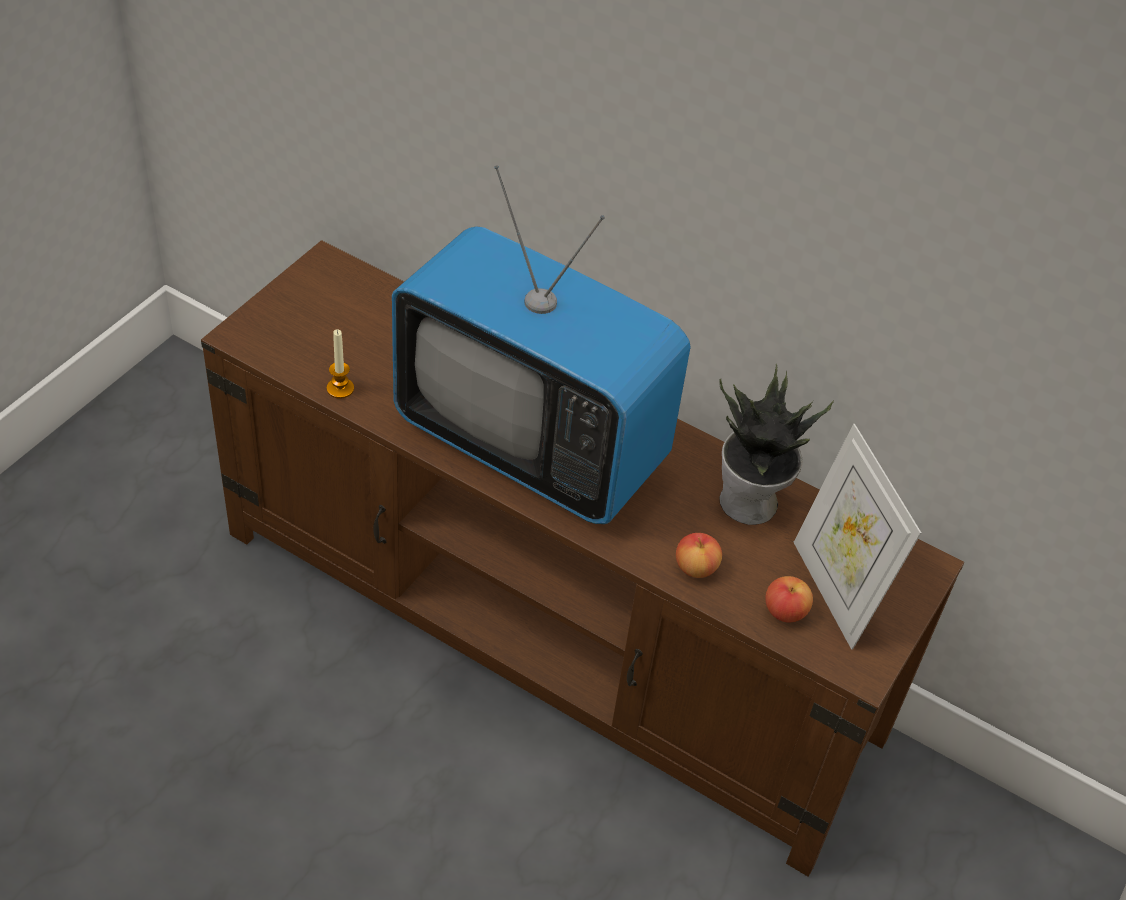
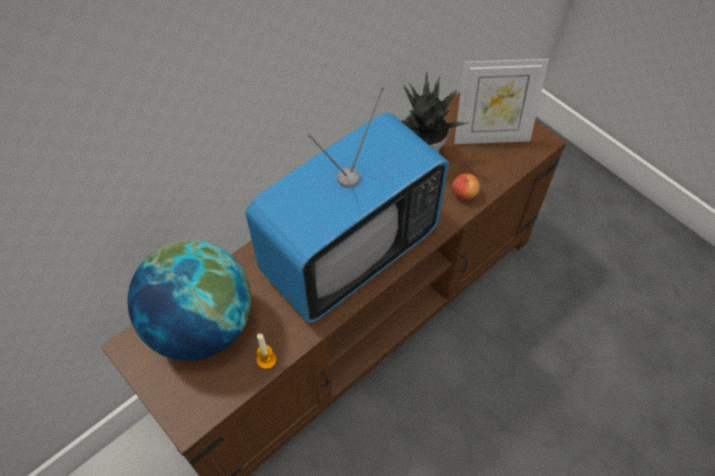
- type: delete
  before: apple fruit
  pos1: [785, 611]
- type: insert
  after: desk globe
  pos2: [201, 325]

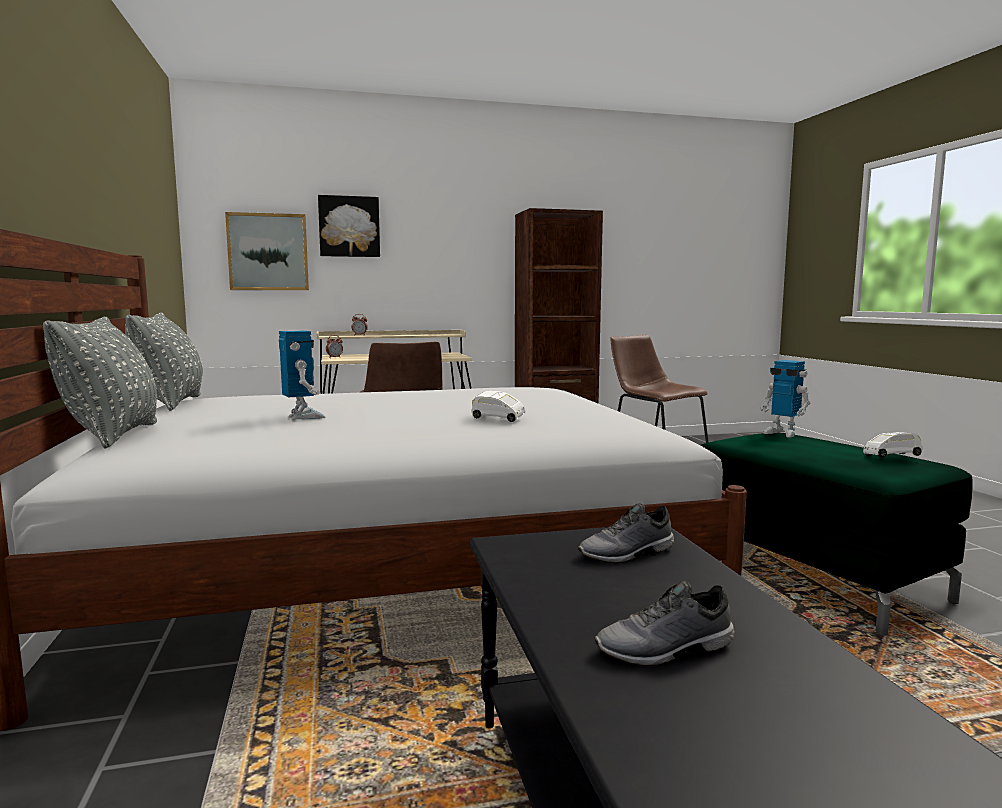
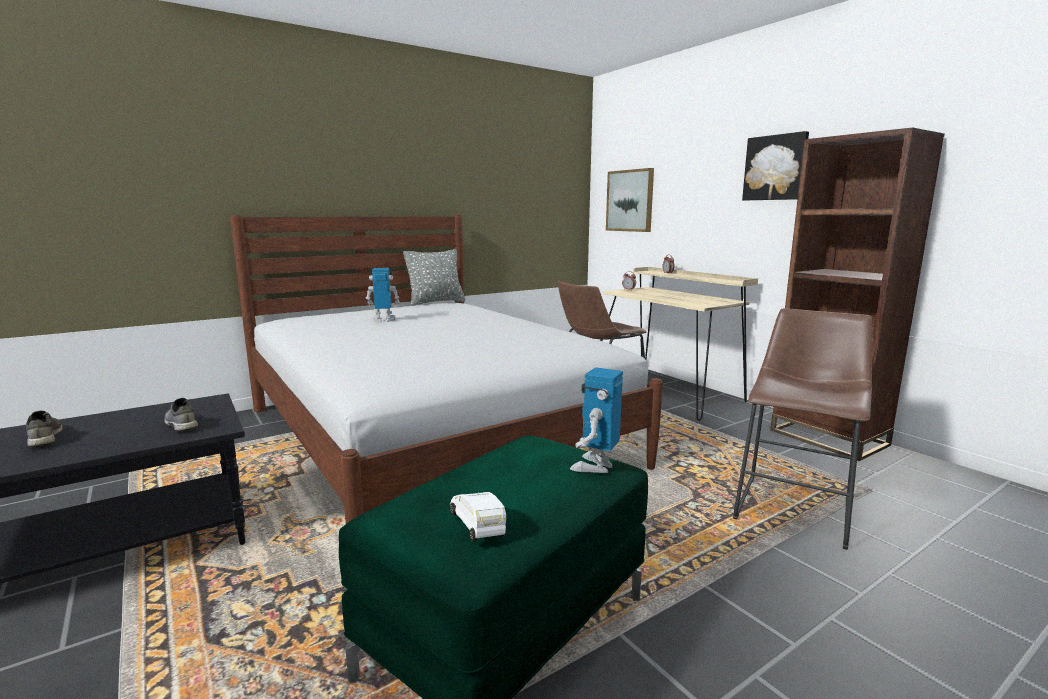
- type: delete
  before: gray throw pillow
  pos1: [113, 435]
- type: delete
  before: white toy car
  pos1: [497, 419]
- type: move
  before: wall picture
  pos1: [349, 226]
  pos2: [775, 168]
- type: rotate
  before: model robot
  pos1: [303, 417]
  pos2: [384, 320]
  turn: -135

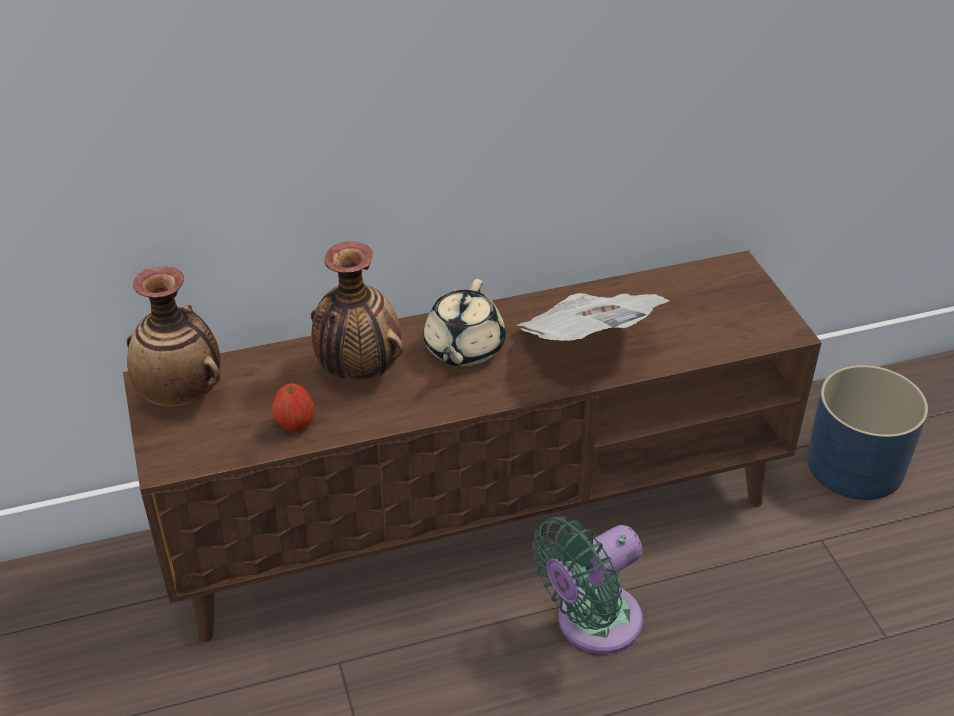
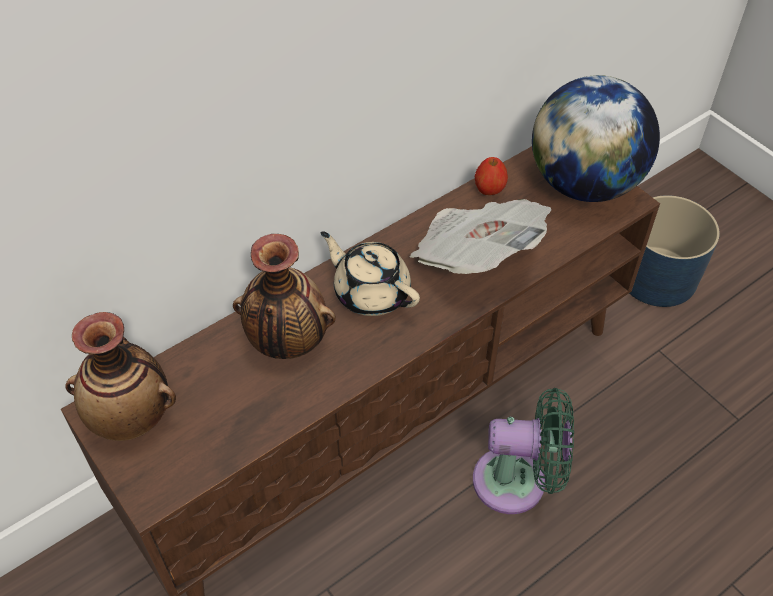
- type: insert
  after: desk globe
  pos2: [584, 184]
- type: move
  before: apple fruit
  pos1: [295, 425]
  pos2: [489, 190]
- type: rotate
  before: sand-coloured pot for tea
  pos1: [463, 349]
  pos2: [371, 292]
  turn: 135
- type: rotate
  before: green fan
  pos1: [591, 623]
  pos2: [517, 482]
  turn: -120

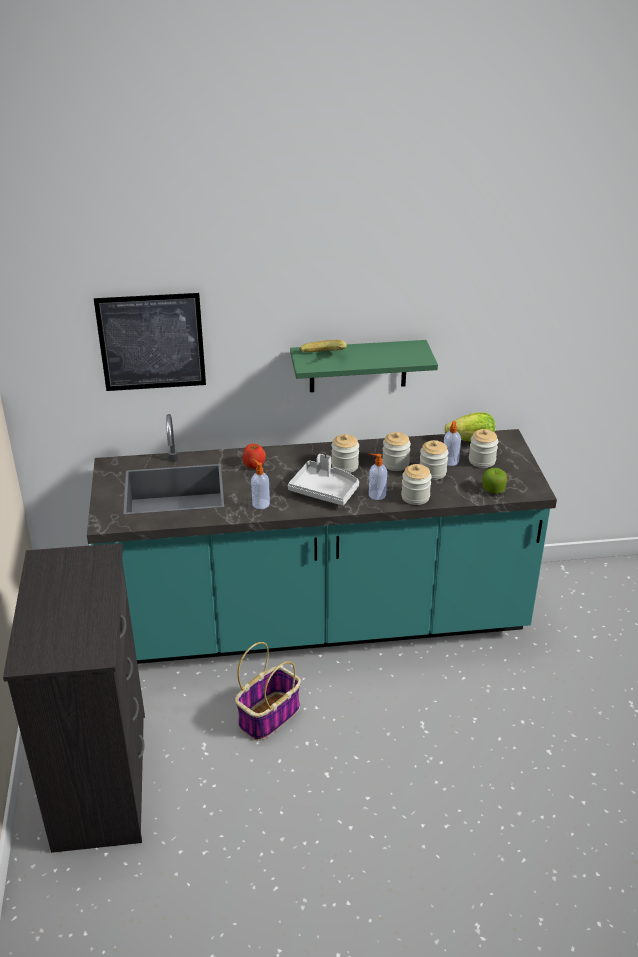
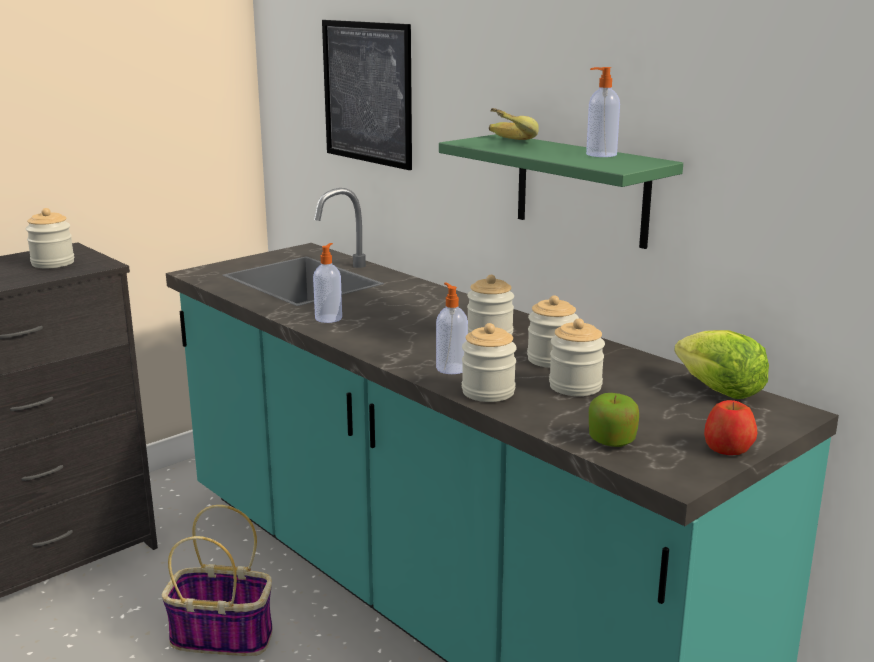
- type: delete
  before: gray tray
  pos1: [324, 490]
- type: move
  before: apple fruit
  pos1: [254, 464]
  pos2: [728, 448]
- type: move
  before: soap bottle
  pos1: [450, 461]
  pos2: [600, 154]
- type: move
  before: preserve jar
  pos1: [482, 461]
  pos2: [53, 263]

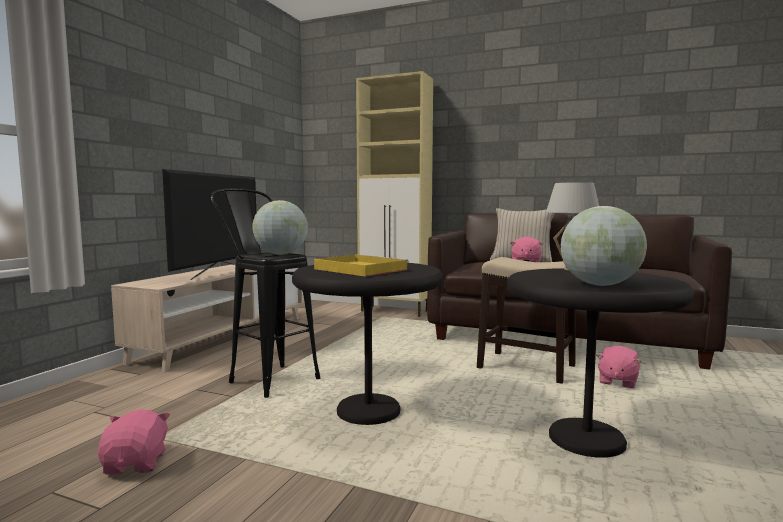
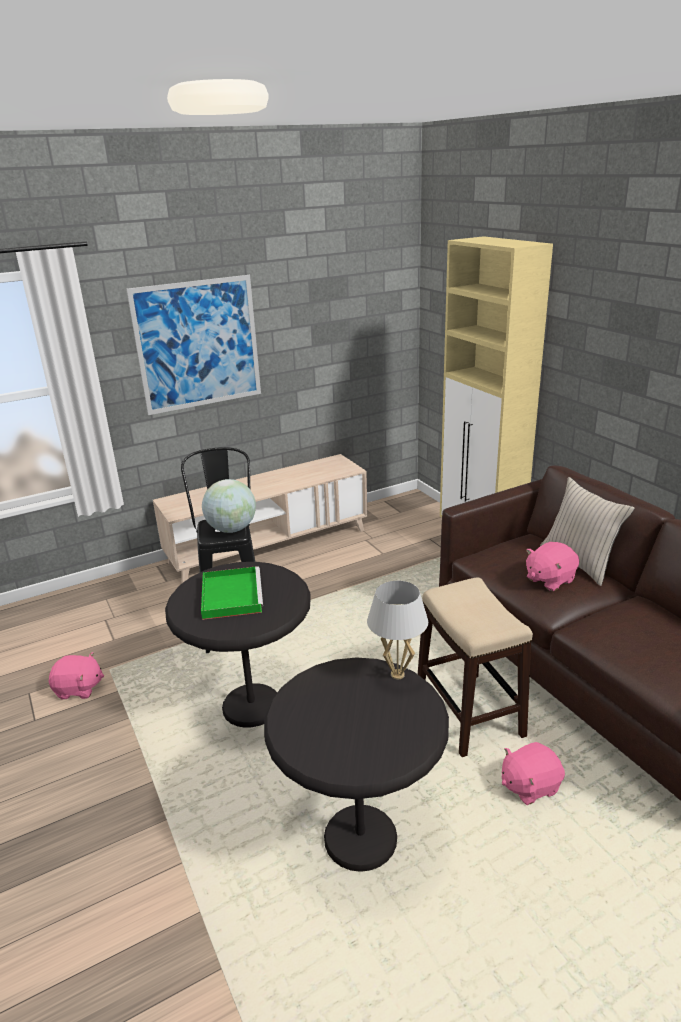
- type: delete
  before: TV set
  pos1: [218, 273]
- type: delete
  before: desk globe
  pos1: [599, 285]
- type: insert
  after: wall picture
  pos2: [198, 344]
- type: recolor
  before: yellow tray
  after: green tray
  pos1: [359, 269]
  pos2: [231, 595]
- type: rotate
  before: pinkish soft toy
  pos1: [136, 464]
  pos2: [79, 689]
  turn: 60

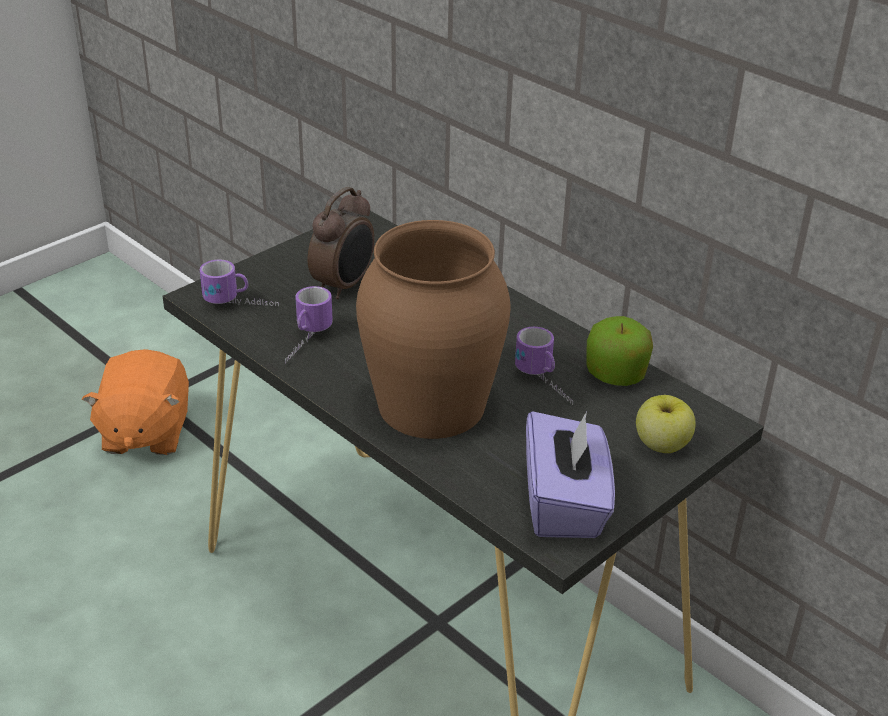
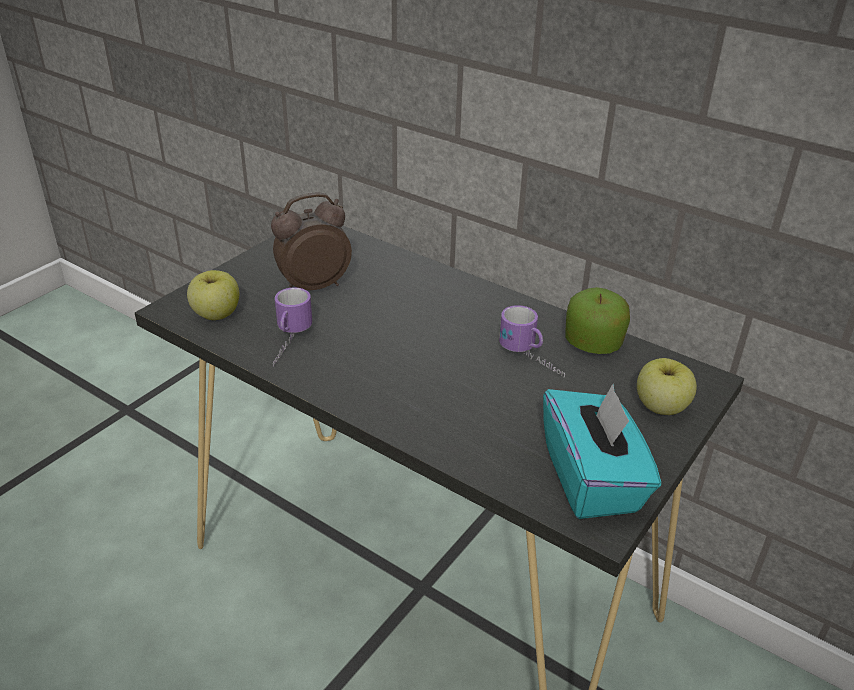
- type: delete
  before: orange-coloured soft toy
  pos1: [145, 432]
- type: delete
  before: brownish vase
  pos1: [433, 404]
- type: replace
  before: mug
  after: apple fruit
  pos1: [241, 305]
  pos2: [216, 314]
- type: recolor
  before: purple tissue holder
  after: turquoise-coloured tissue holder
  pos1: [565, 504]
  pos2: [592, 479]
- type: rotate
  before: bedside clock
  pos1: [344, 286]
  pos2: [313, 286]
  turn: -135

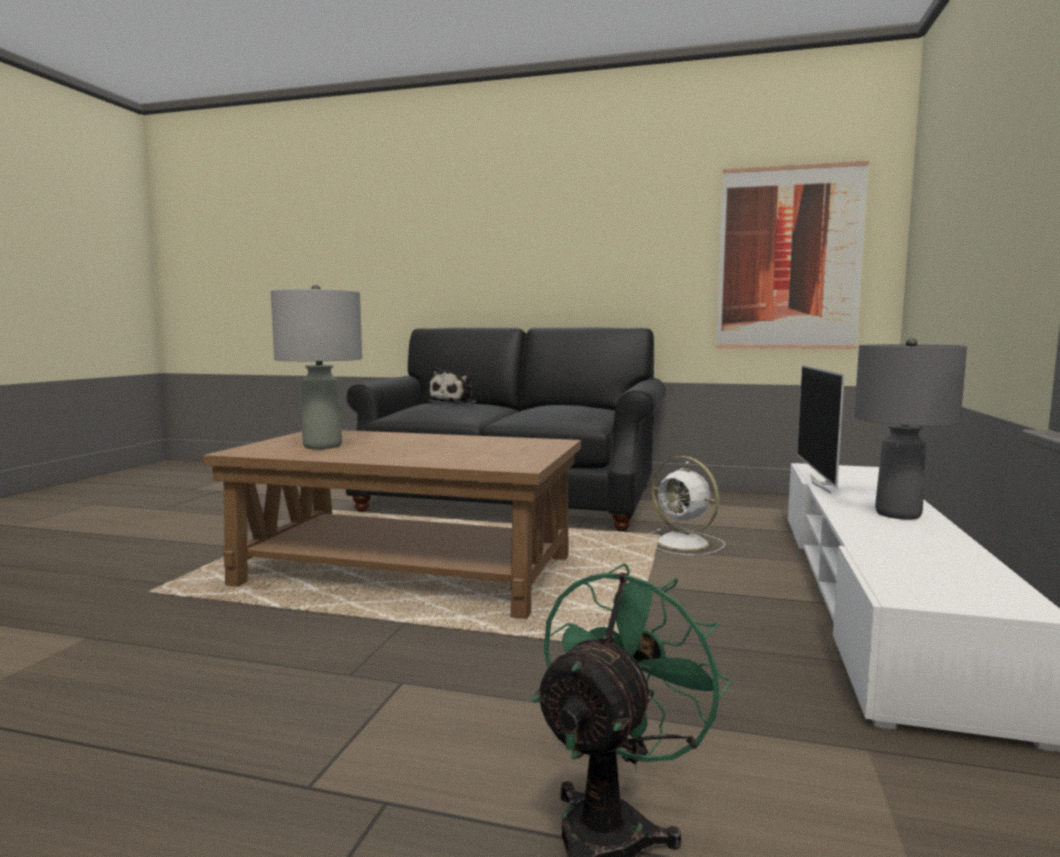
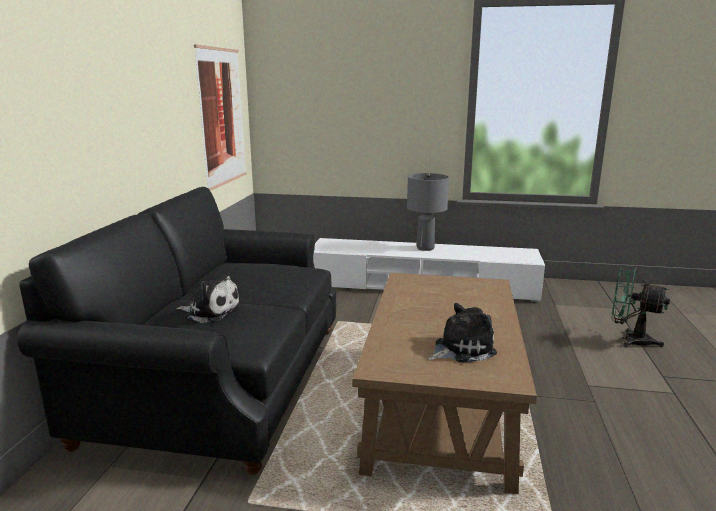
- type: delete
  before: white fan
  pos1: [684, 543]
- type: delete
  before: TV set
  pos1: [821, 483]
- type: replace
  before: gray table lamp
  after: soft toy
  pos1: [323, 446]
  pos2: [461, 349]

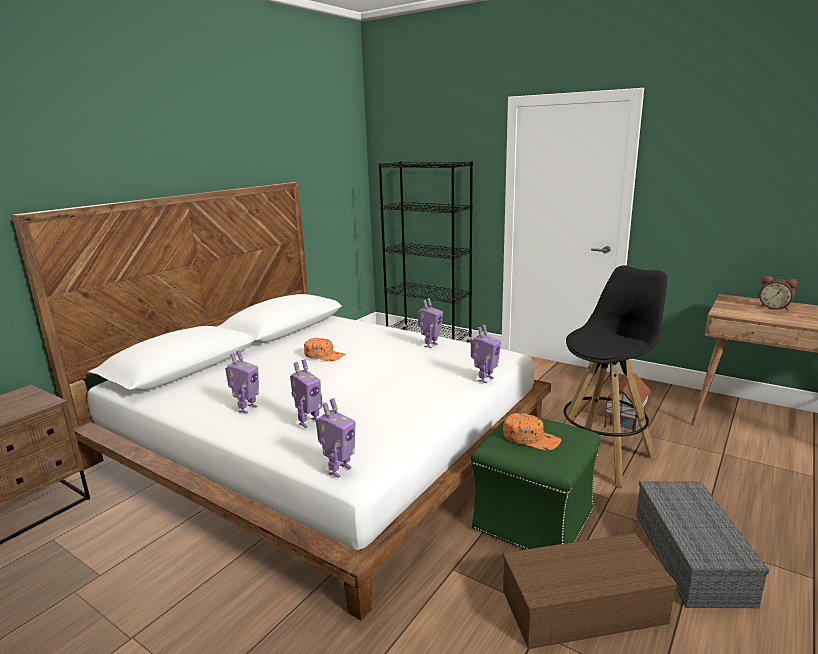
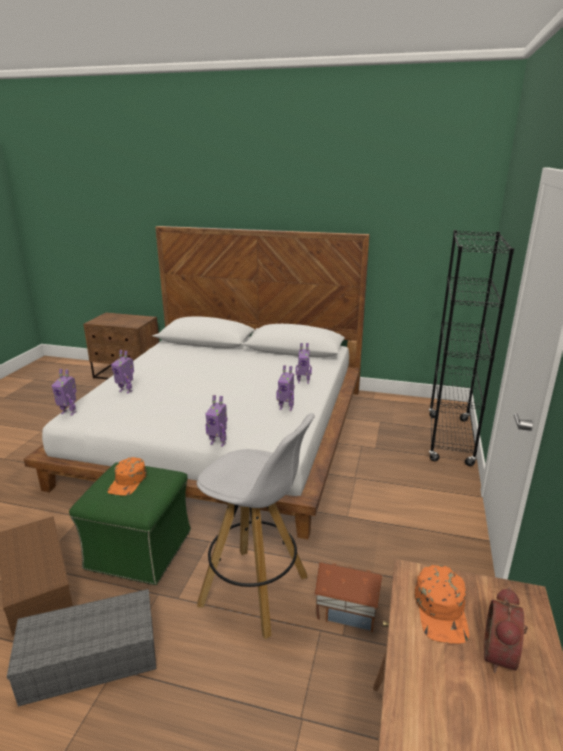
- type: move
  before: model robot
  pos1: [246, 409]
  pos2: [303, 381]
- type: move
  before: orange-coloured peaked cap
  pos1: [324, 355]
  pos2: [442, 610]
- type: recolor
  before: black stool seat
  after: white stool seat
  pos1: [602, 455]
  pos2: [256, 591]

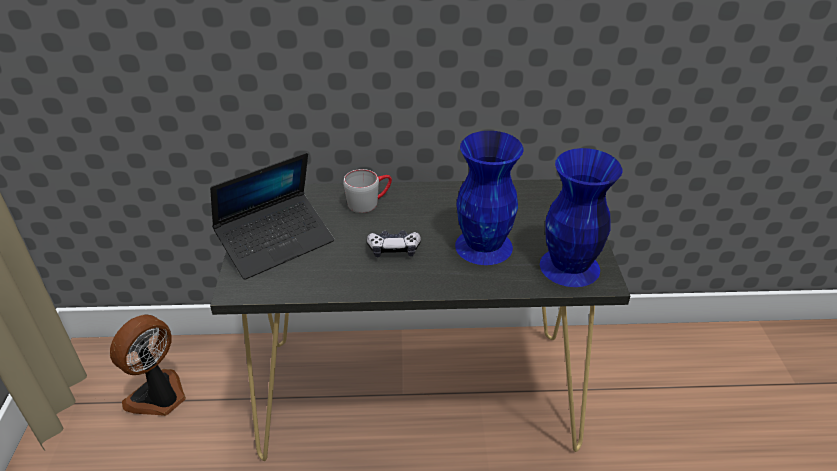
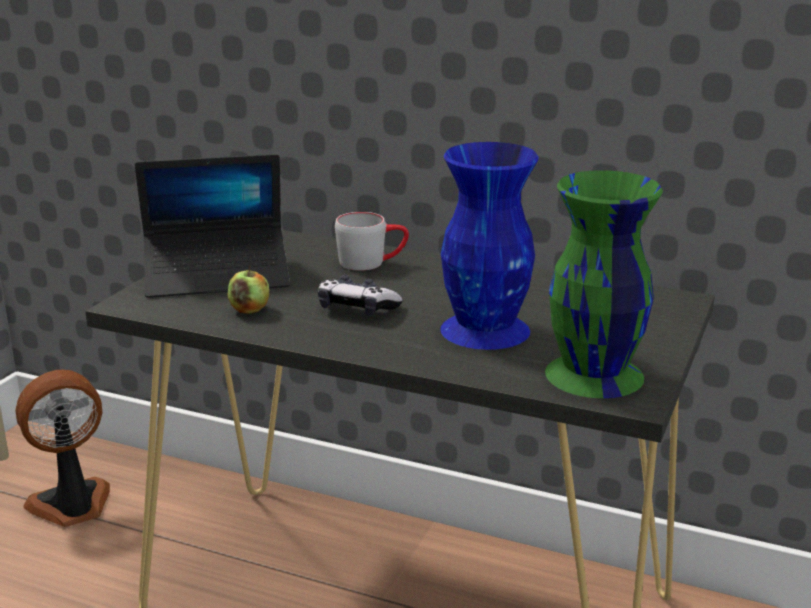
- type: insert
  after: apple fruit
  pos2: [249, 309]
- type: recolor
  before: blue-coloured vase
  after: green vase
  pos1: [569, 267]
  pos2: [592, 375]

